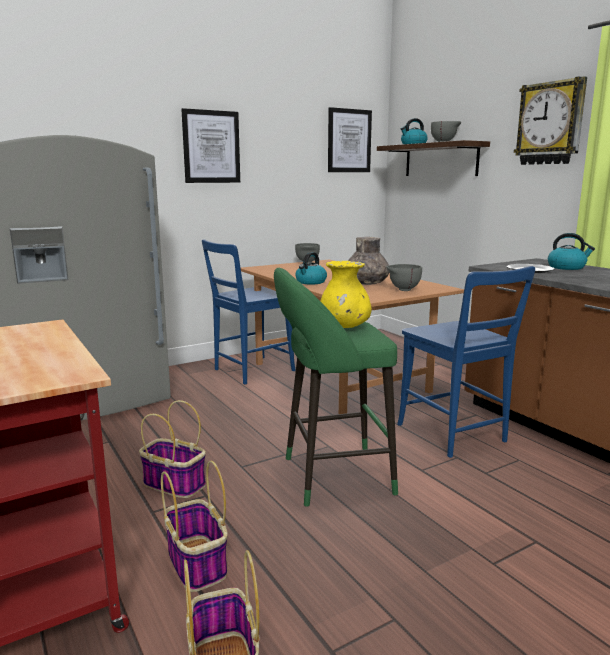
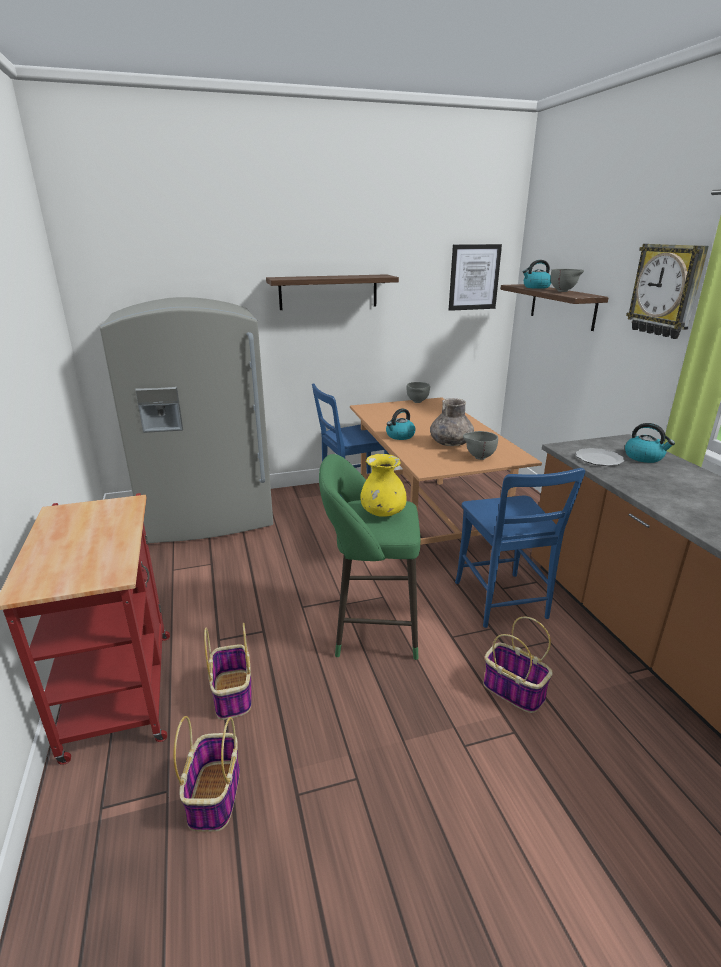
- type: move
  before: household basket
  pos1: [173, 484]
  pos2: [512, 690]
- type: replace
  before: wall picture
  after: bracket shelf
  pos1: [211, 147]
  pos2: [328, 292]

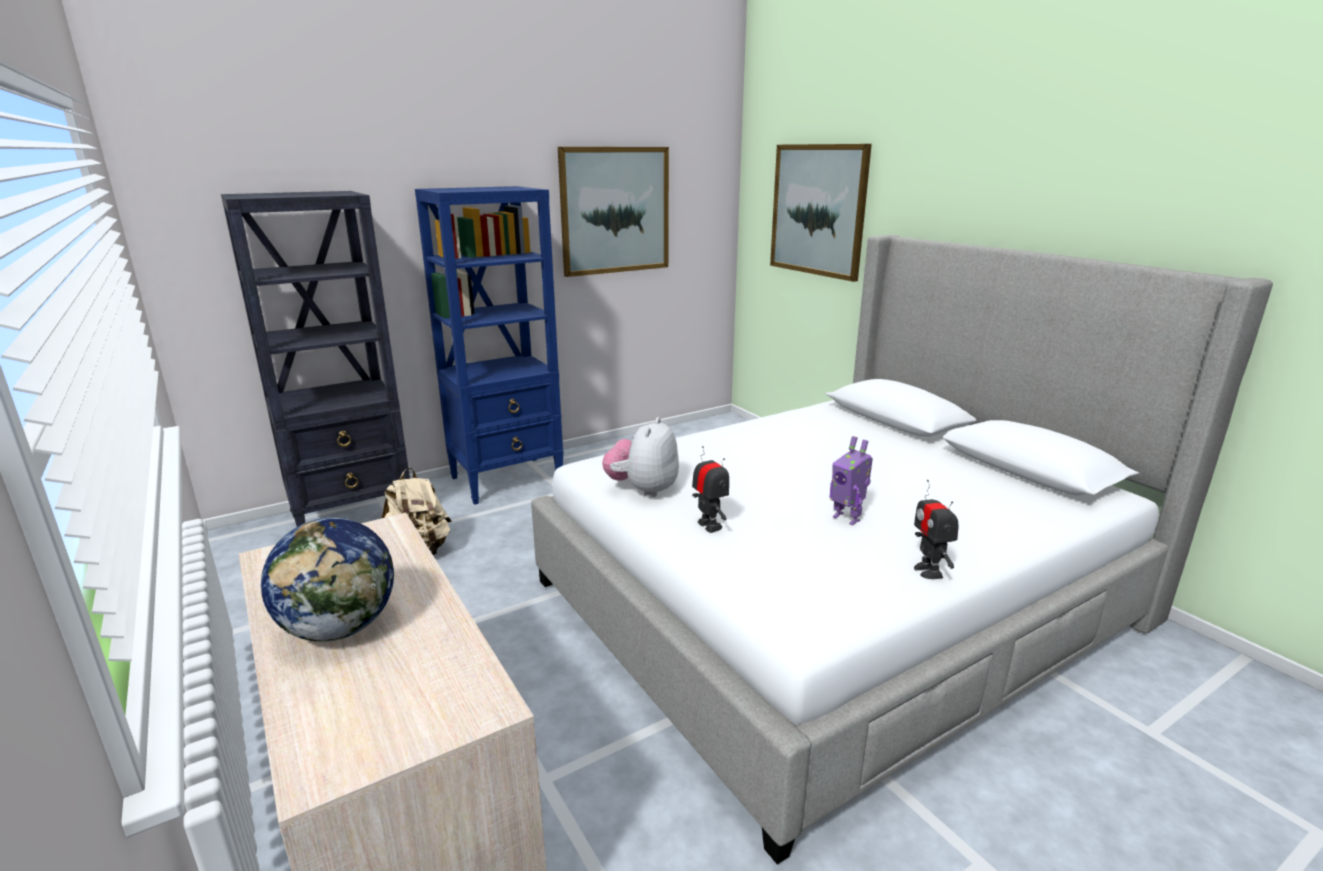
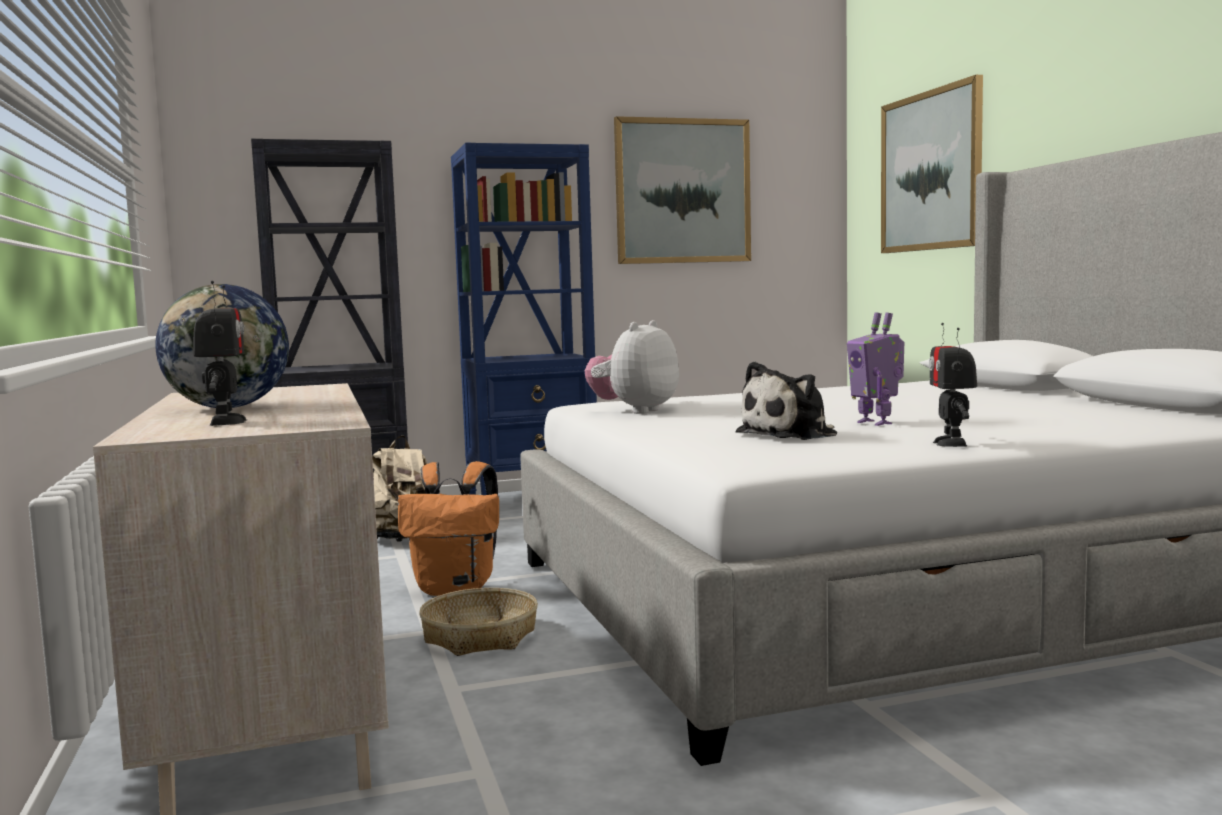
- type: insert
  after: orange-coloured knapsack
  pos2: [457, 589]
- type: insert
  after: household basket
  pos2: [480, 636]
- type: insert
  after: soft toy
  pos2: [792, 434]
- type: move
  before: model robot
  pos1: [709, 526]
  pos2: [226, 422]

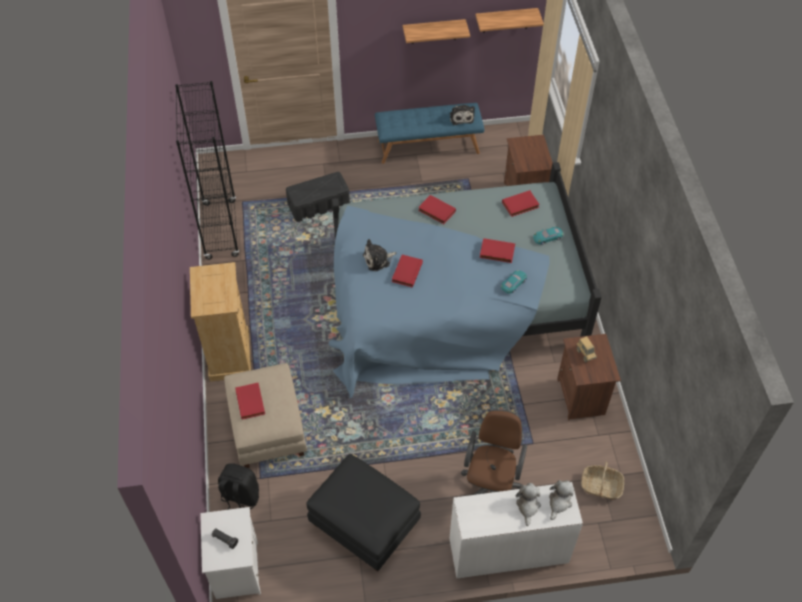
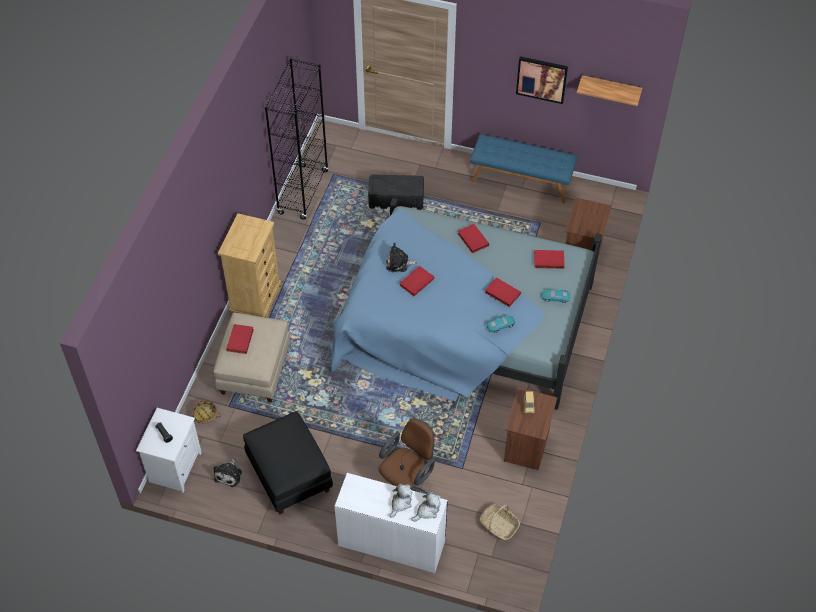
- type: move
  before: soft toy
  pos1: [461, 117]
  pos2: [229, 474]
- type: replace
  before: black knapsack
  after: household basket
  pos1: [240, 498]
  pos2: [205, 415]
- type: replace
  before: bracket shelf
  after: wall picture
  pos1: [433, 31]
  pos2: [541, 79]

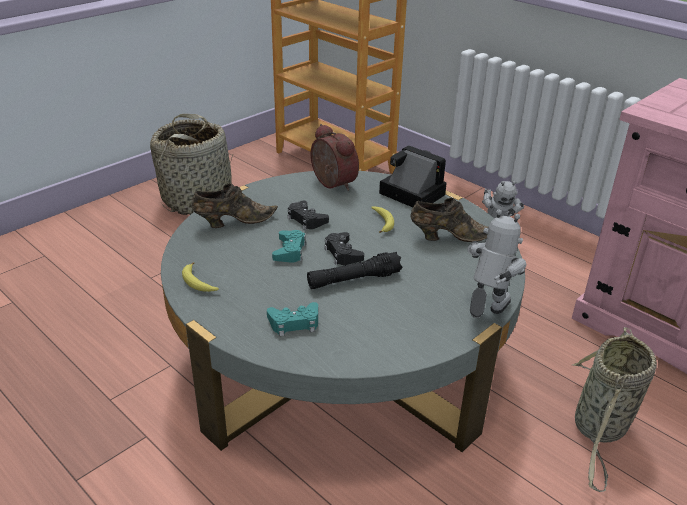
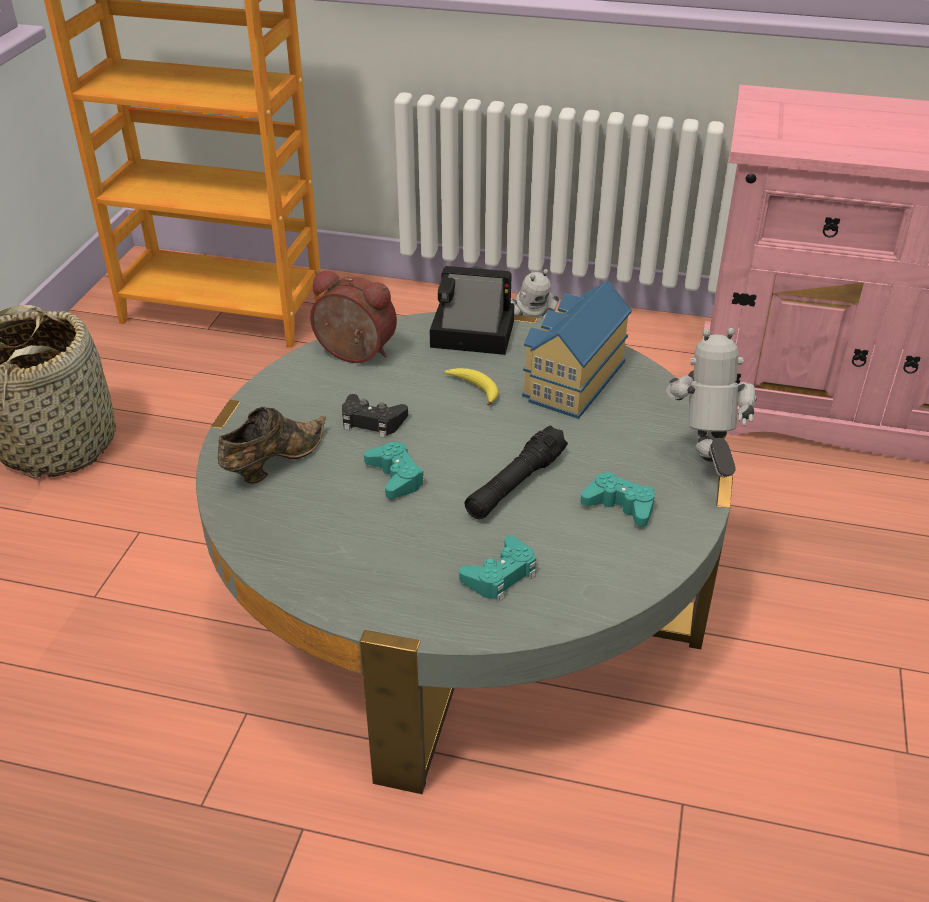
- type: delete
  before: banana fruit
  pos1: [198, 283]
- type: delete
  before: black joypad
  pos1: [342, 253]
- type: delete
  before: household basket
  pos1: [600, 429]
- type: insert
  after: turquoise-coloured joypad
  pos2: [620, 506]
- type: replace
  before: brownish item of footwear
  after: toy house
  pos1: [448, 237]
  pos2: [570, 380]

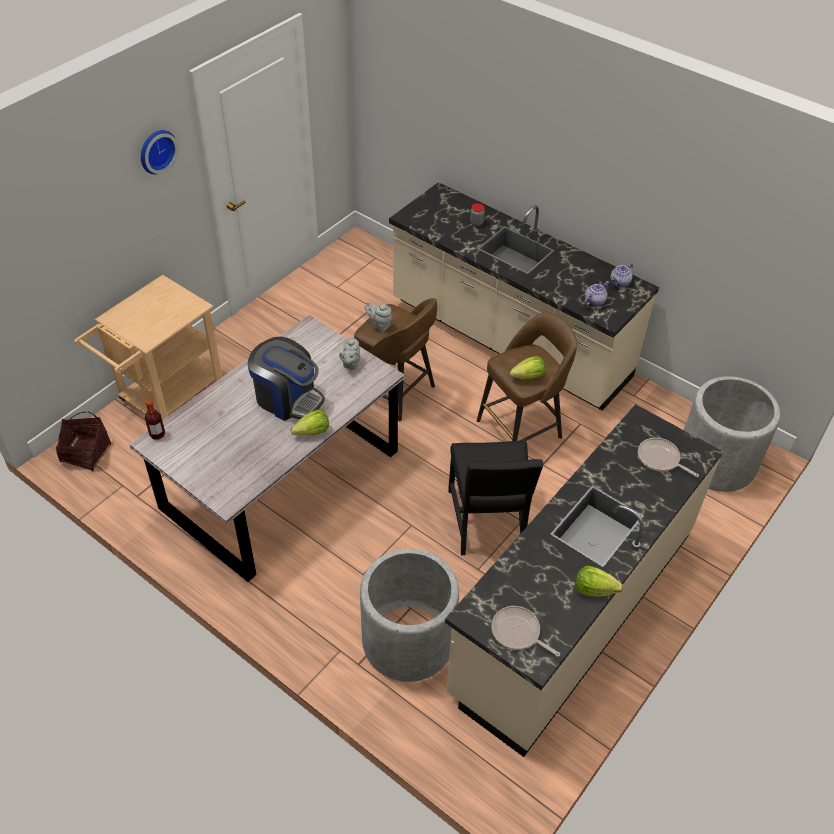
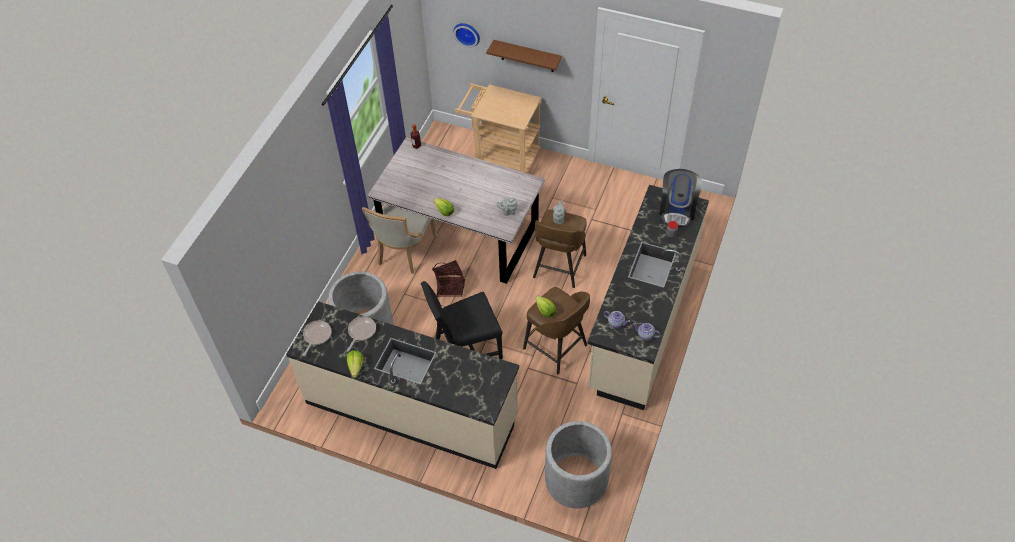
- type: insert
  after: sand-coloured upright chair
  pos2: [404, 251]
- type: insert
  after: brownish bracket shelf
  pos2: [527, 56]
- type: move
  before: household basket
  pos1: [85, 453]
  pos2: [449, 286]
- type: move
  before: hanging clock
  pos1: [156, 150]
  pos2: [467, 33]
- type: move
  before: coffee machine
  pos1: [288, 398]
  pos2: [677, 210]
- type: move
  before: skillet
  pos1: [660, 459]
  pos2: [361, 332]

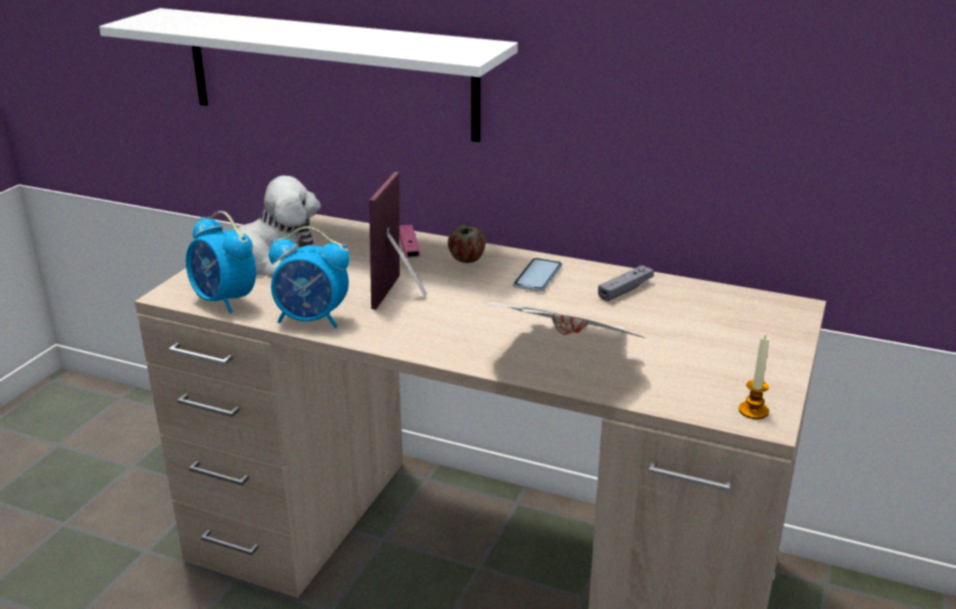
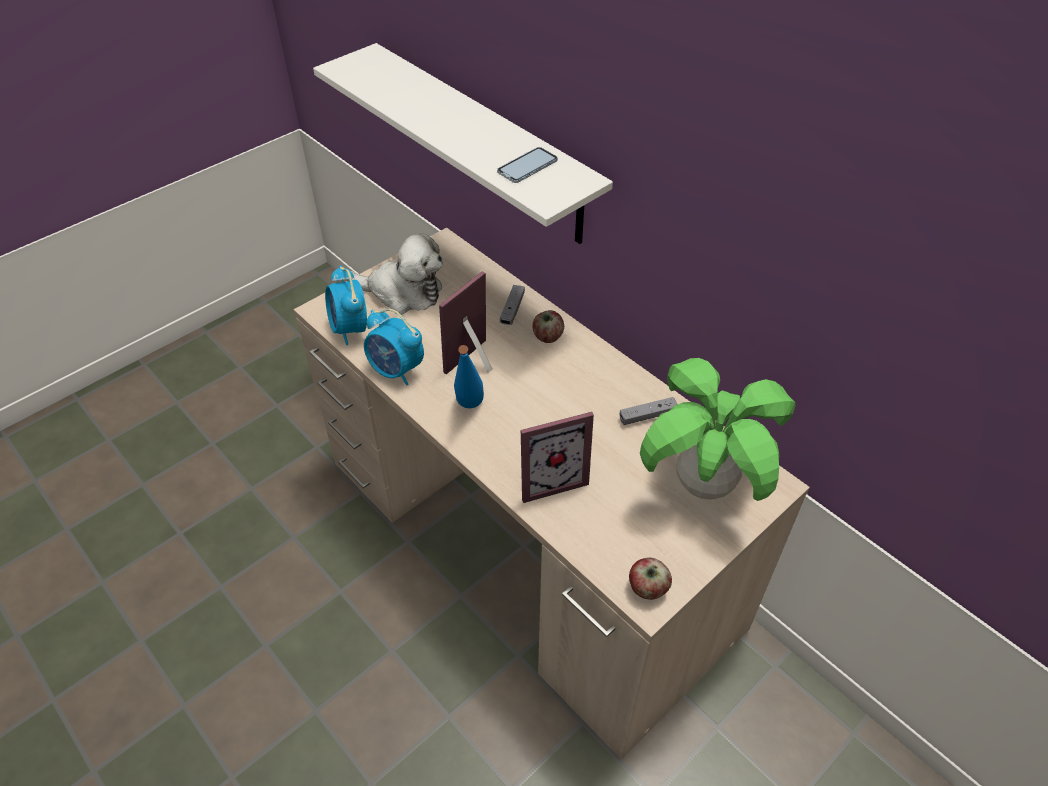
- type: insert
  after: blue-coloured beverage bottle
  pos2: [469, 411]
- type: insert
  after: houseplant
  pos2: [705, 484]
- type: move
  before: handset
  pos1: [538, 276]
  pos2: [527, 166]
- type: replace
  before: newspaper
  after: standing frame
  pos1: [568, 358]
  pos2: [549, 478]
- type: replace
  before: candle
  after: apple fruit
  pos1: [753, 411]
  pos2: [647, 588]
- type: recolor
  before: pinkish joypad
  after: gray joypad
  pos1: [409, 249]
  pos2: [512, 310]

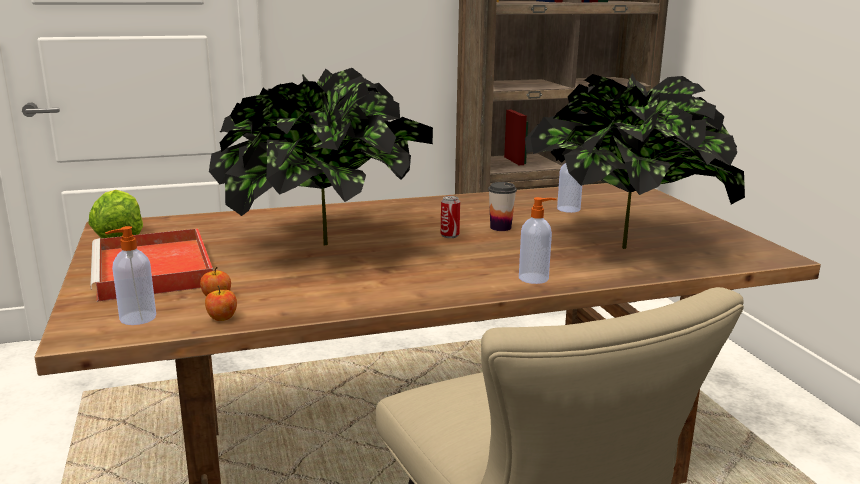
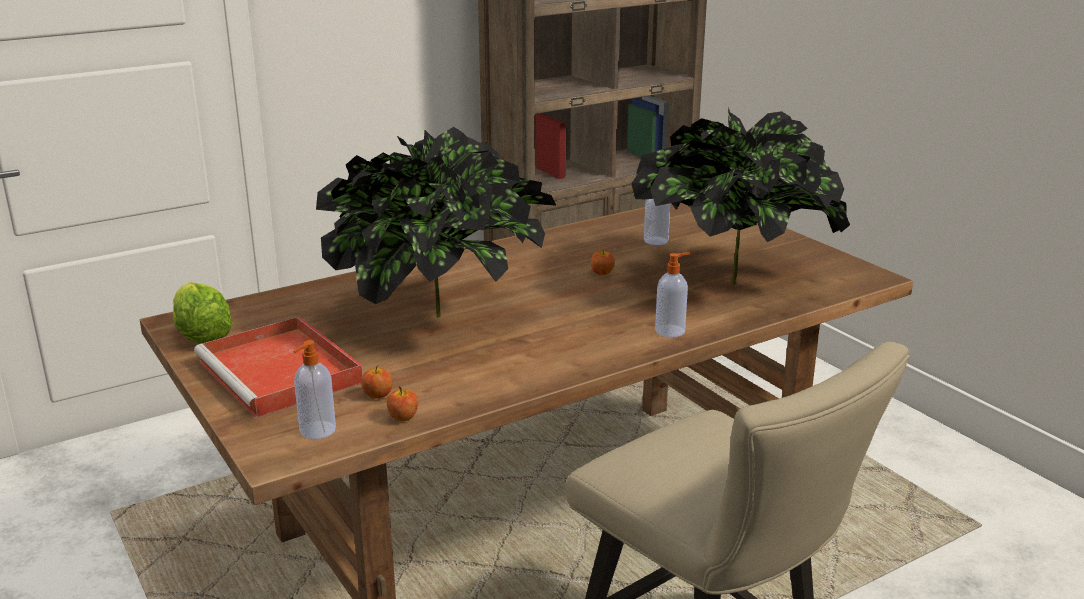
- type: delete
  before: can
  pos1: [449, 235]
- type: replace
  before: drinking cup
  after: apple fruit
  pos1: [500, 227]
  pos2: [602, 273]

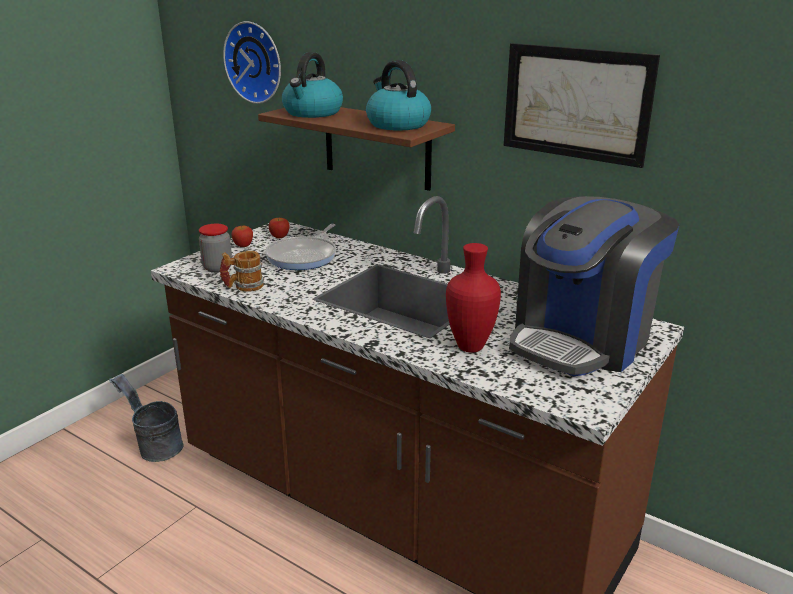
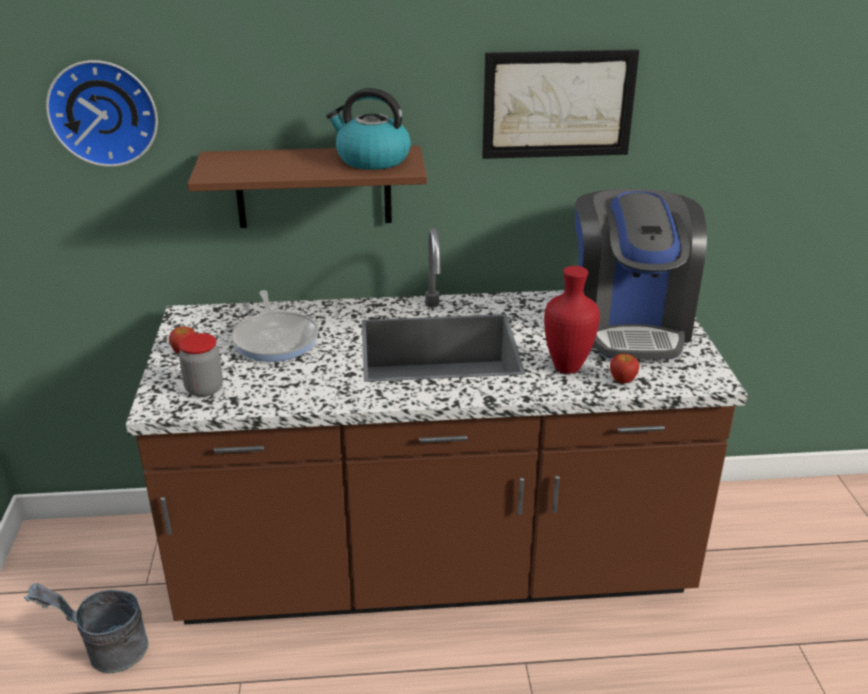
- type: delete
  before: mug
  pos1: [243, 287]
- type: delete
  before: water kettle
  pos1: [312, 113]
- type: move
  before: apple fruit
  pos1: [279, 237]
  pos2: [622, 380]

